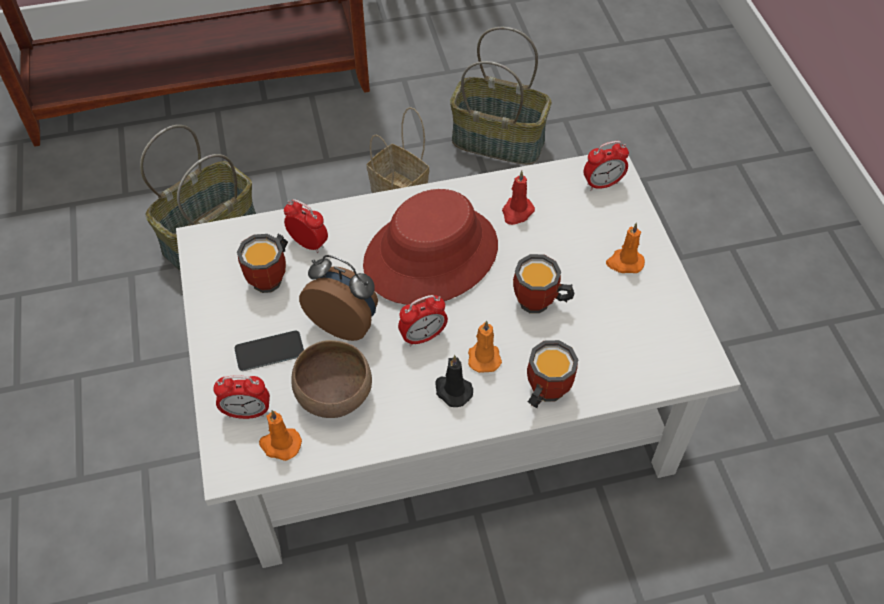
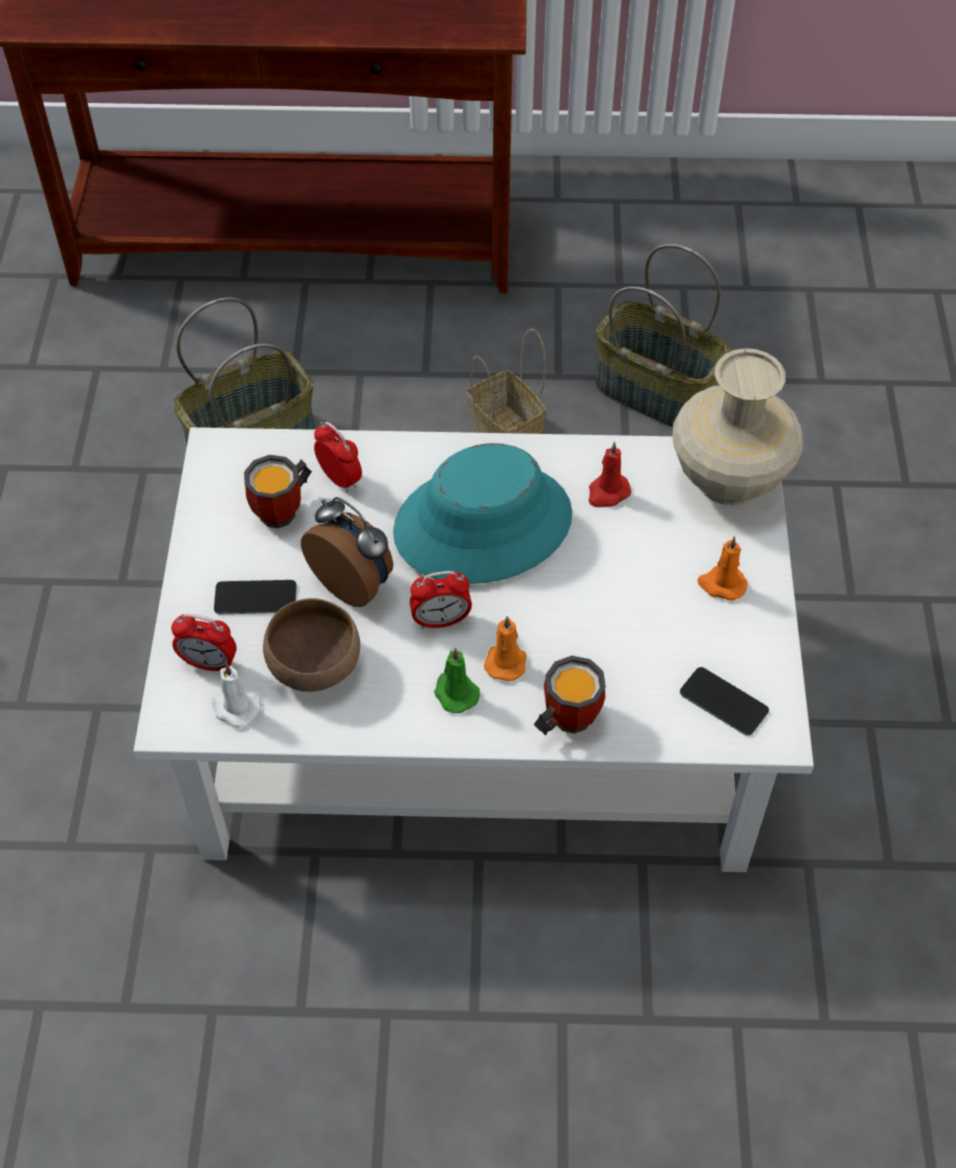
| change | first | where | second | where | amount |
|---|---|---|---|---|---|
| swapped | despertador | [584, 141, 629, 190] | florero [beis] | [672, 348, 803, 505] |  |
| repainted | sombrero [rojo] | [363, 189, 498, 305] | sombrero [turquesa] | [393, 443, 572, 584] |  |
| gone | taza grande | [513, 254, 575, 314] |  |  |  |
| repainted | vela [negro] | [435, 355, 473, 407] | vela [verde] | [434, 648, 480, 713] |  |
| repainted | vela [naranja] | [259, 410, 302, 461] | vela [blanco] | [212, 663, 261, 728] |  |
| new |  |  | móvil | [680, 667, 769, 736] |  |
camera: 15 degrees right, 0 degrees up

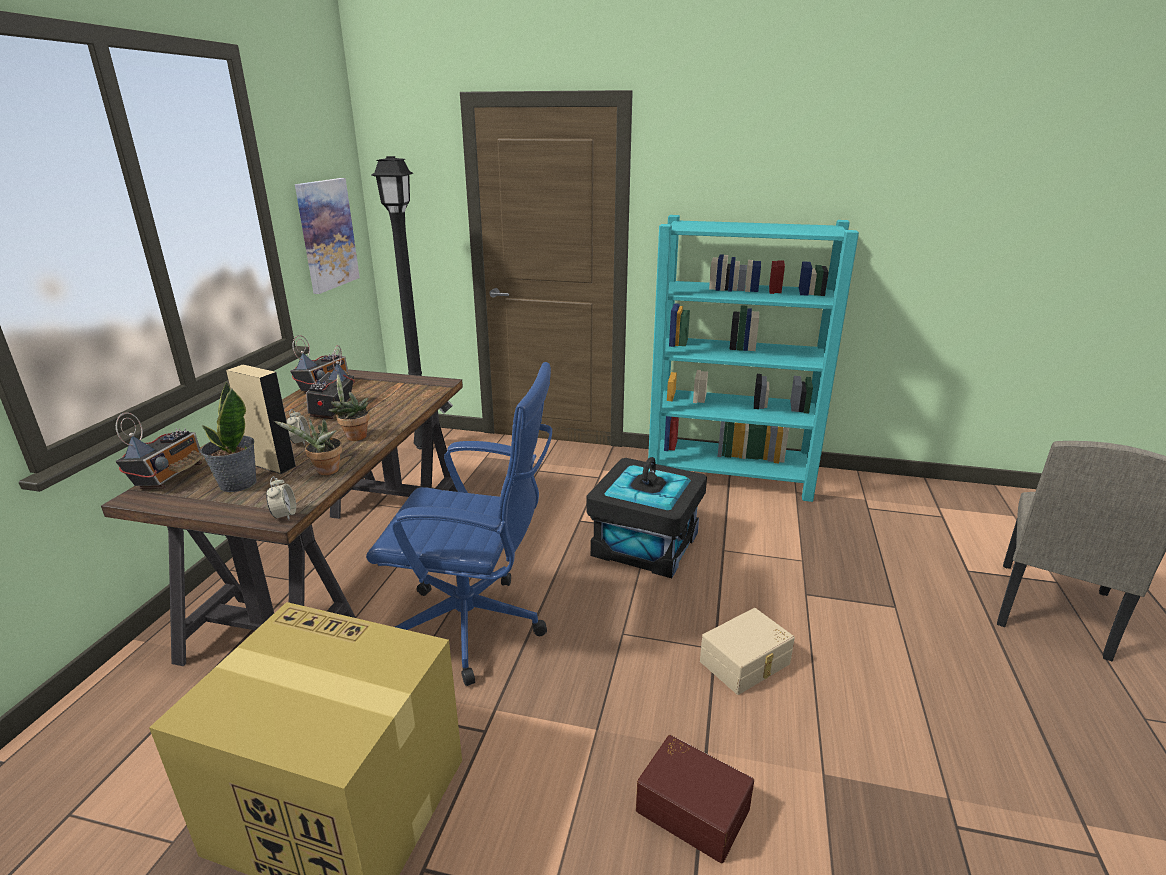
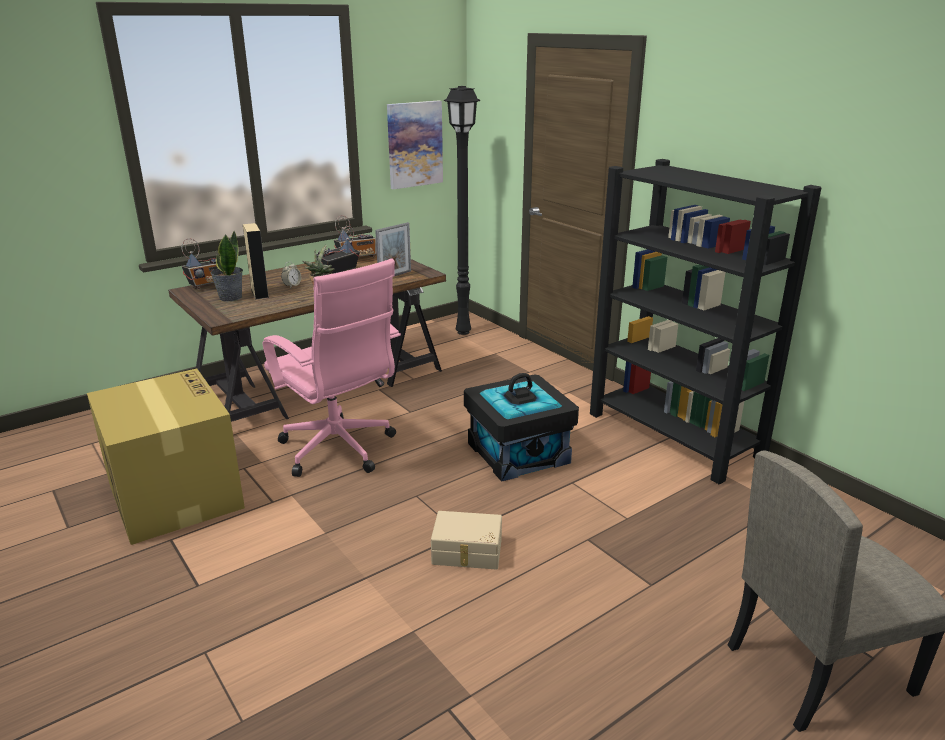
| change | first | where | second | where | amount |
|---|---|---|---|---|---|
| repainted | estantería [turquesa] | [648, 215, 859, 502] | estantería [negro] | [590, 159, 821, 484] |  |
| repainted | silla de oficina [azul] | [366, 362, 552, 686] | silla de oficina [rosa] | [263, 258, 401, 477] |  |
| gone | planta en maceta | [274, 418, 342, 475] |  |  |  |
| gone | despertador | [266, 476, 296, 520] |  |  |  |
| gone | caja de almacenaje [marrón] | [636, 735, 754, 863] |  |  |  |
| new |  |  | portarretratos | [375, 222, 411, 276] |  |
camera: 40 degrees right, 0 degrees up

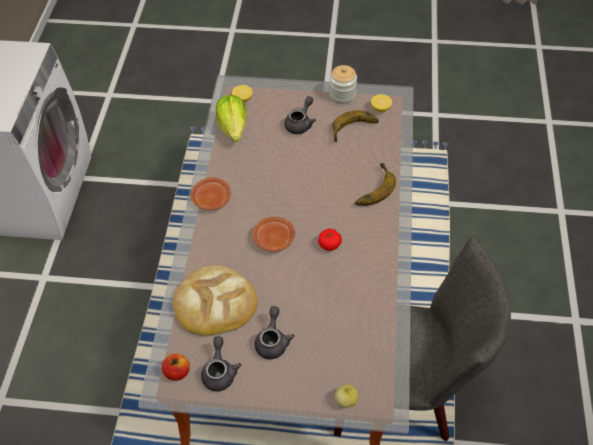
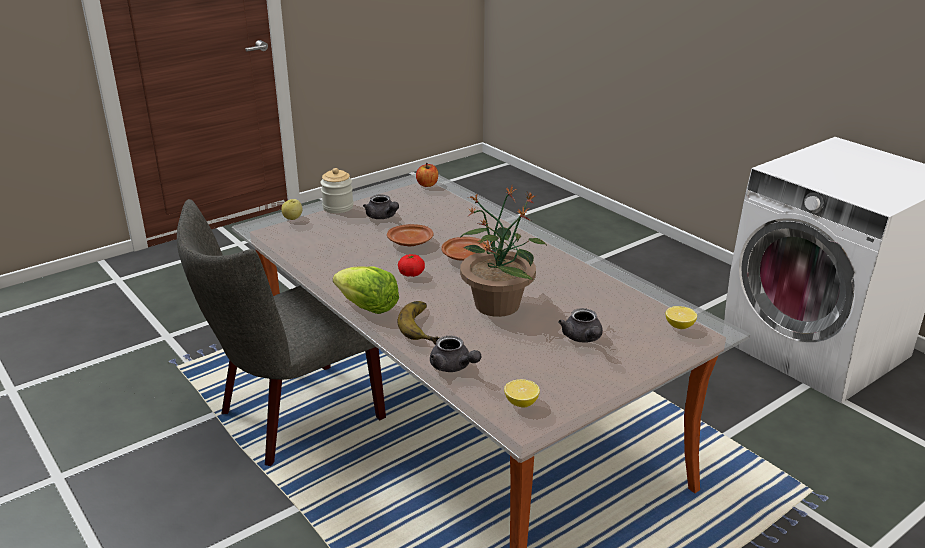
| change | first | where | second | where | amount |
|---|---|---|---|---|---|
| shifted | tarro | [330, 65, 357, 104] |  | [320, 168, 354, 213] |  |
| shifted | lechuga | [216, 95, 247, 142] |  | [333, 266, 399, 314] |  |
| gone | plátano | [333, 110, 379, 142] |  |  |  |
| shifted | plato [marrón] | [191, 177, 231, 210] |  | [387, 224, 433, 246] |  |
| gone | pan | [173, 265, 258, 336] |  |  |  |
| shifted | tetera [gris] | [201, 336, 241, 391] |  | [430, 336, 482, 372] |  |
| new |  |  | planta en maceta | [460, 186, 547, 317] |  |
camera: 135 degrees right, 25 degrees down

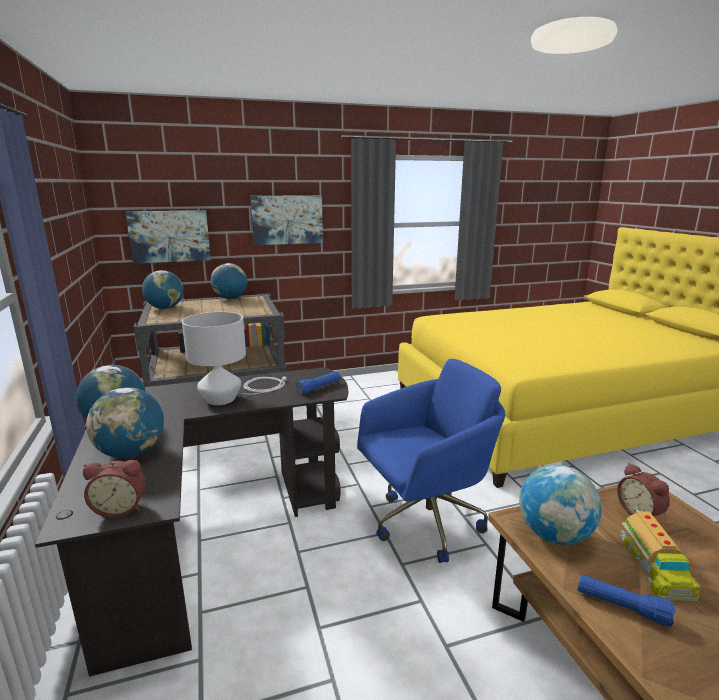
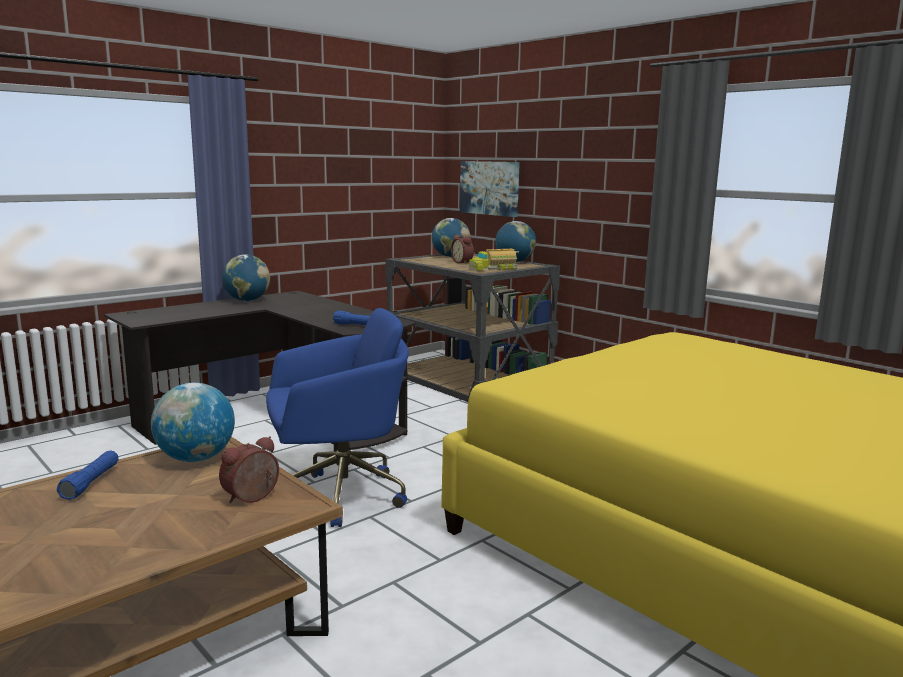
| change | first | where | second | where | amount |
|---|---|---|---|---|---|
| gone | cuadro | [250, 195, 323, 245] |  |  |  |
| gone | lámpara de mesa [blanco] | [182, 312, 287, 405] |  |  |  |
| rotated | silla de oficina [azul] | [357, 359, 505, 563] |  | [266, 308, 408, 527] | 60 degrees counterclockwise |
| gone | globo terráqueo | [86, 388, 164, 458] |  |  |  |
| shifted | despertador | [83, 460, 146, 518] |  | [451, 235, 474, 264] |  |
| shifted | camión de juguete | [620, 508, 703, 601] |  | [469, 249, 519, 271] |  |
camera: 65 degrees right, 5 degrees down

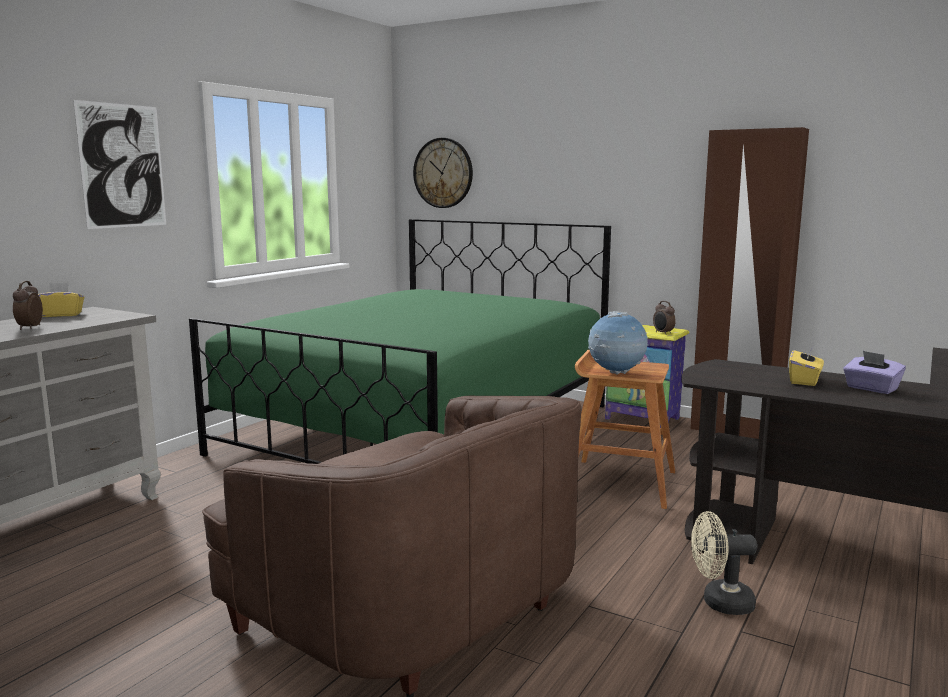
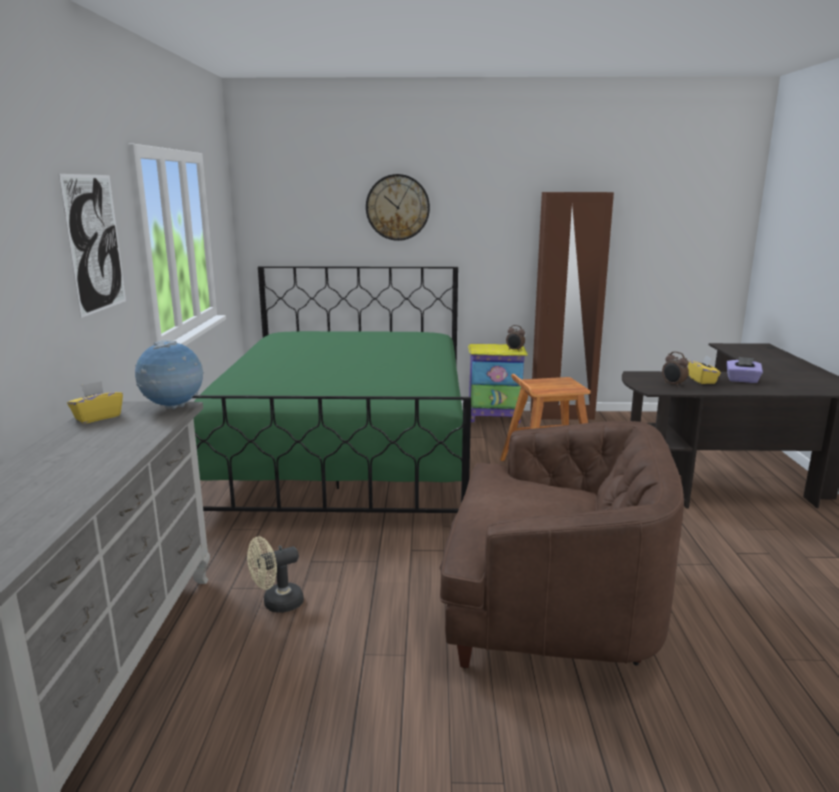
| change | first | where | second | where | amount |
|---|---|---|---|---|---|
| shifted | reloj de pared | [413, 138, 473, 208] |  | [366, 174, 430, 241] |  |
| shifted | despertador | [13, 281, 43, 330] |  | [662, 352, 689, 387] |  |
| shifted | globo terráqueo | [588, 311, 648, 374] |  | [135, 340, 204, 409] |  |
| shifted | ventilador [beis] | [691, 511, 757, 615] |  | [247, 537, 304, 613] |  |
camera: 30 degrees left, 5 degrees up

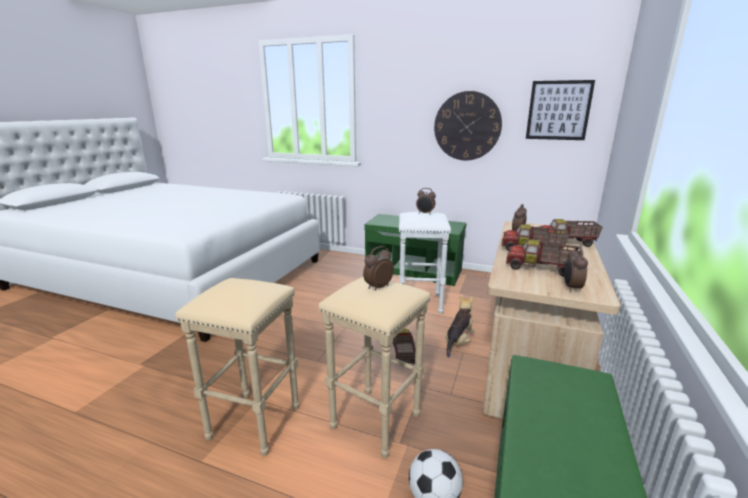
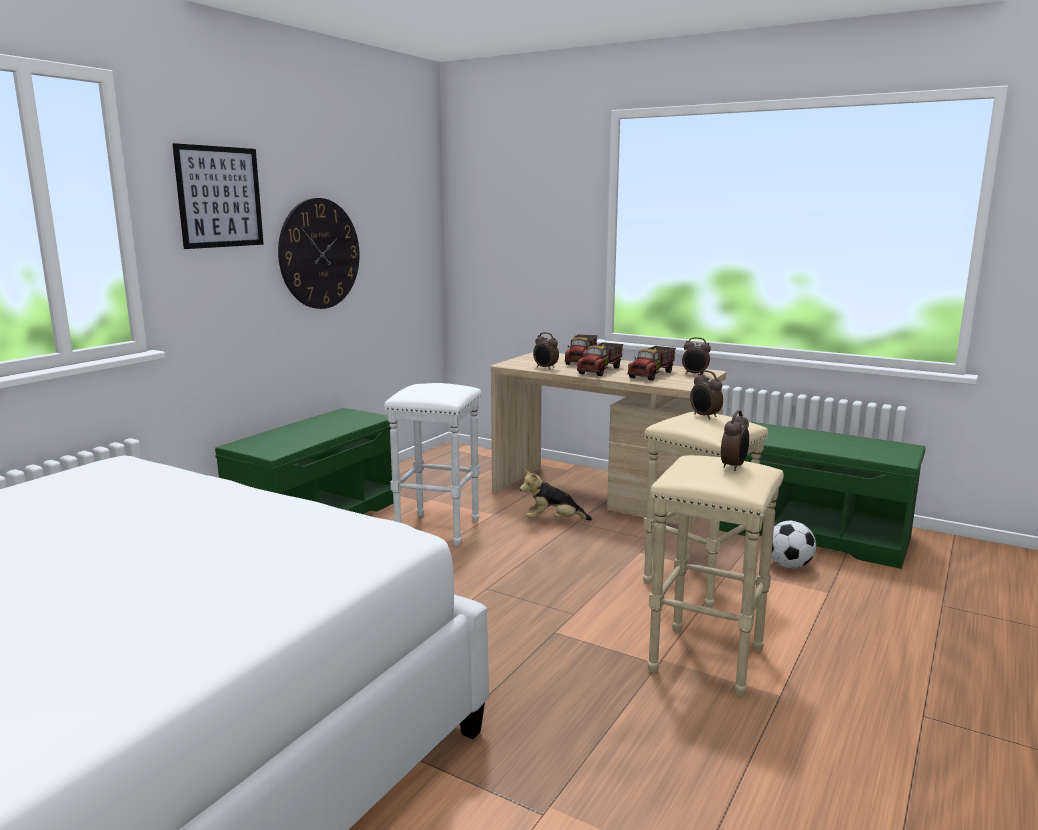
| change | first | where | second | where | amount |
|---|---|---|---|---|---|
| shifted | cuadro | [526, 80, 595, 140] |  | [172, 143, 264, 249] |  |
| shifted | despertador | [416, 188, 436, 215] |  | [721, 410, 749, 471] |  |
| rotated | peluche | [445, 296, 475, 358] |  | [520, 470, 592, 520] | 45 degrees counterclockwise |
| gone | camión de juguete | [392, 329, 416, 364] |  |  |  |
camera: 80 degrees left, 5 degrees down

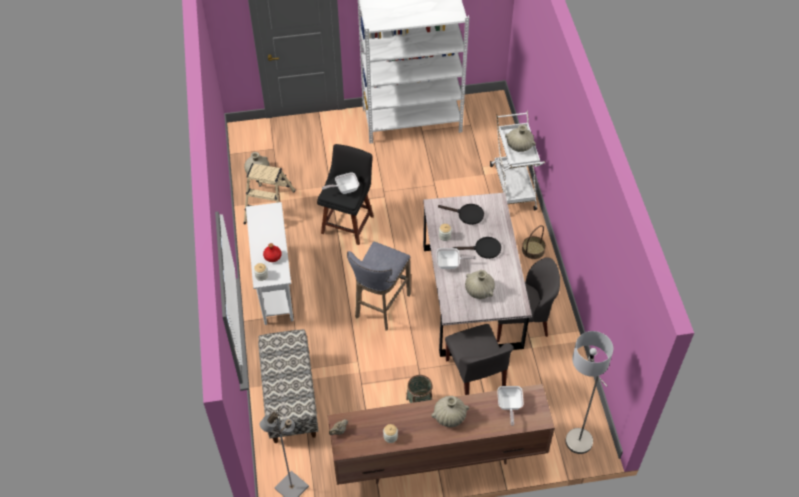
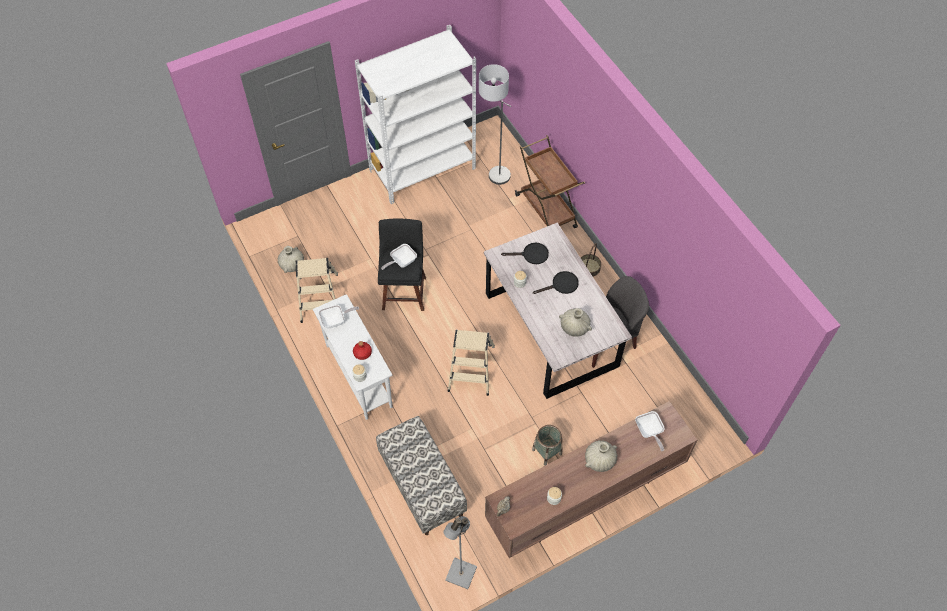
| change | first | where | second | where | amount |
|---|---|---|---|---|---|
| repainted | carrito [blanco] | [490, 111, 545, 210] | carrito [marrón] | [515, 135, 585, 228] |  |
| gone | florero [beis] | [505, 124, 536, 152] |  |  |  |
| swapped | taburete [gris] | [347, 241, 411, 330] | escalera de tijera [beis] | [448, 330, 495, 396] |  |
| shifted | sartén | [436, 248, 476, 269] |  | [319, 304, 359, 329] |  |
| gone | silla [gris] | [445, 324, 514, 395] |  |  |  |
| shifted | lámpara de pie [gris] | [566, 331, 613, 454] |  | [479, 64, 512, 185] |  |
camera: 20 degrees left, 5 degrees up

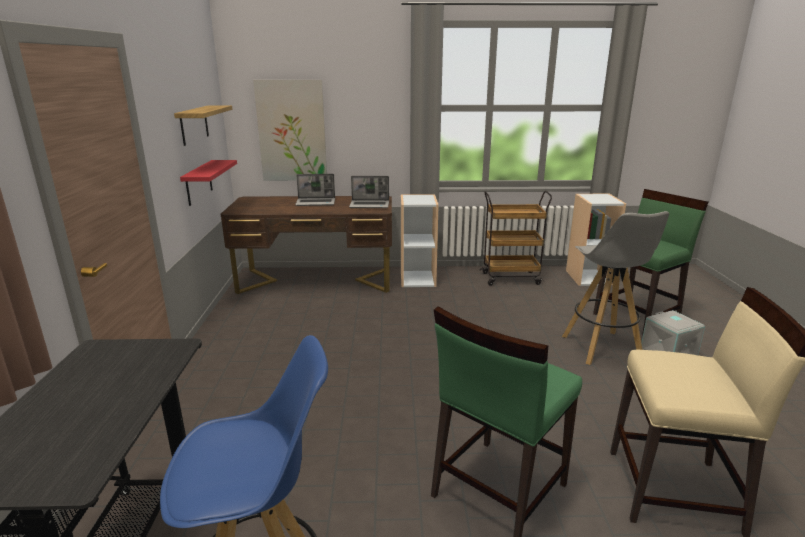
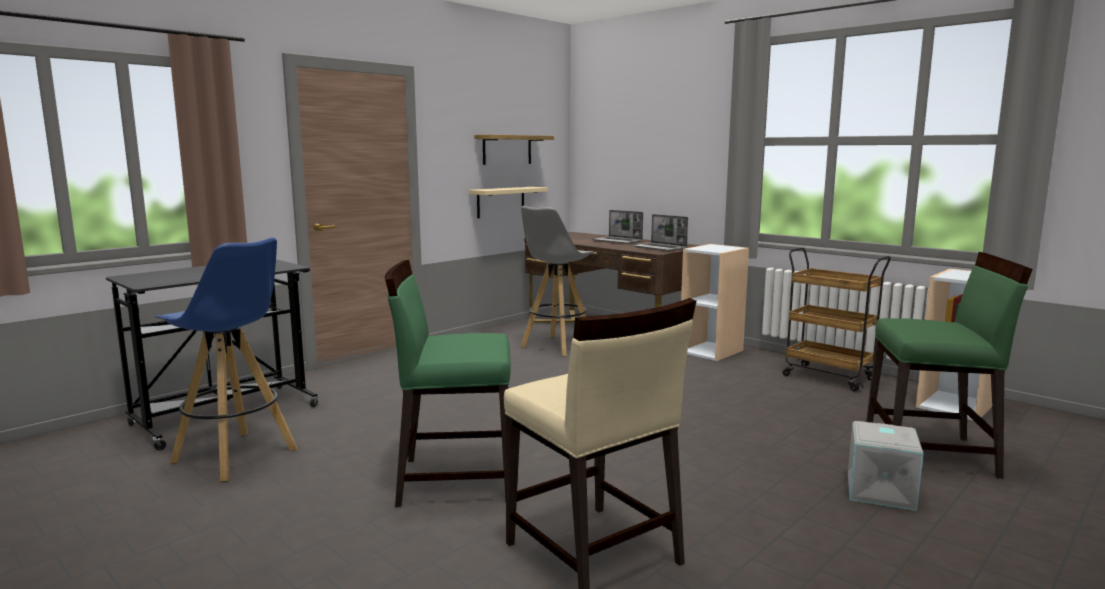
| change | first | where | second | where | amount |
|---|---|---|---|---|---|
| gone | cuadro | [253, 80, 327, 181] |  |  |  |
| repainted | estante [rojo] | [180, 160, 237, 206] | estante [beis] | [468, 187, 548, 218] |  |
| shifted | taburete [gris] | [562, 211, 669, 365] |  | [521, 206, 594, 357] |  |
camera: 45 degrees right, 10 degrees down

